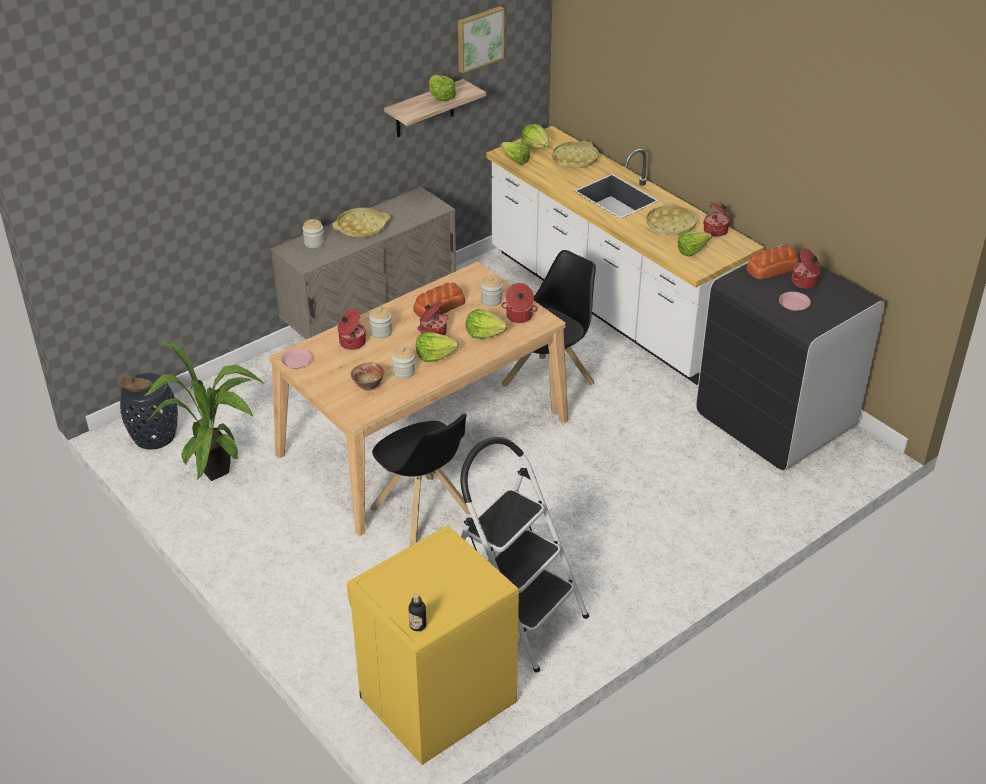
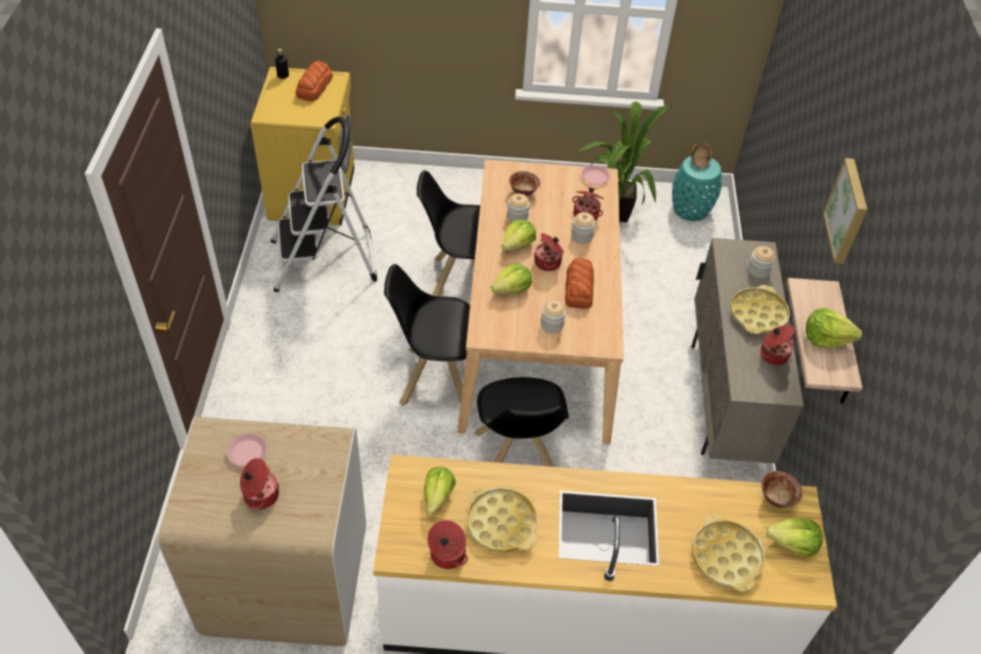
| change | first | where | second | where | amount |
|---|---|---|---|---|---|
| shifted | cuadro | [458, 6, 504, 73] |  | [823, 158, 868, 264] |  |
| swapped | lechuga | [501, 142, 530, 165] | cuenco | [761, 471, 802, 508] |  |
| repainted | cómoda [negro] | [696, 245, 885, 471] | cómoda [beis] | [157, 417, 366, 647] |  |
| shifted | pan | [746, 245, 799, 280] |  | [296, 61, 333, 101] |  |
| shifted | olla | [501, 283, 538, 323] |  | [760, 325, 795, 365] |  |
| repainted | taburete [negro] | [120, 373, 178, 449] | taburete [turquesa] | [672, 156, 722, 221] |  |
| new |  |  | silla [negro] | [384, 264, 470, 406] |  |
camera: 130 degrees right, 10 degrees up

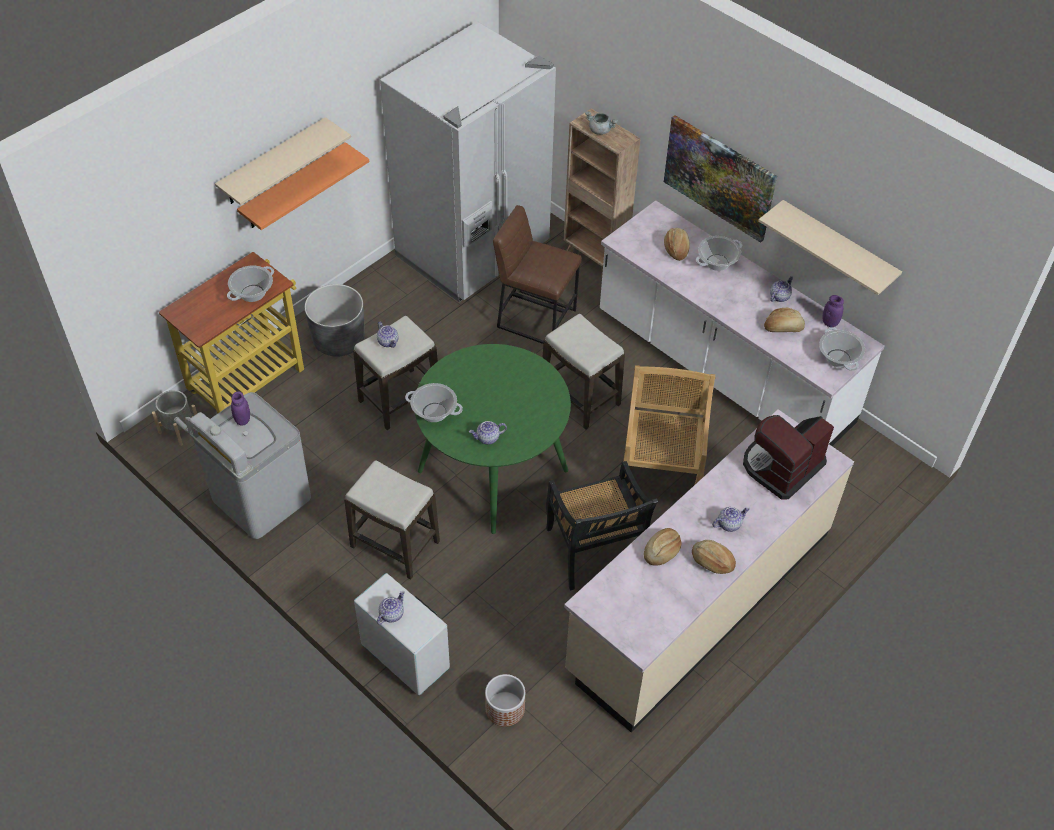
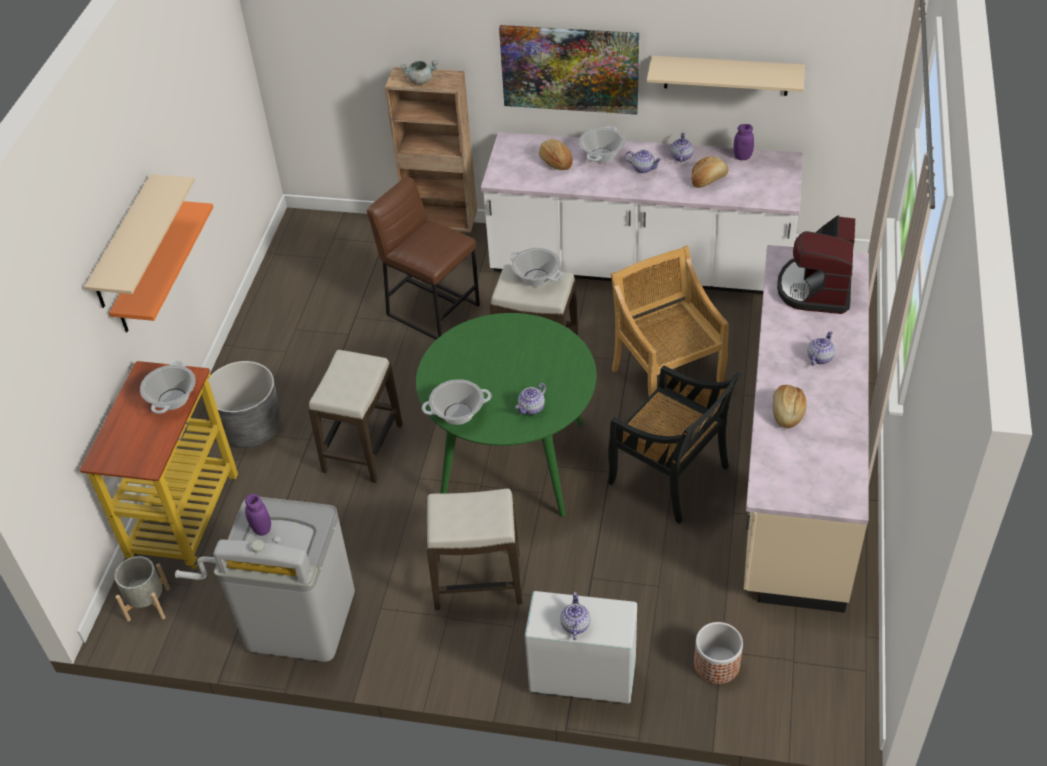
| change | first | where | second | where | amount |
|---|---|---|---|---|---|
| gone | nevera [blanco] | [380, 21, 556, 302] |  |  |  |
| rotated | silla [marrón] | [493, 205, 582, 344] |  | [367, 176, 480, 340] | 45 degrees clockwise |
| shifted | tetera | [377, 322, 398, 348] |  | [625, 150, 662, 173] |  |
| shifted | olla | [819, 327, 865, 371] |  | [510, 248, 563, 286] |  |
| gone | pan | [692, 540, 736, 574] |  |  |  |
camera: 30 degrees left, 5 degrees down

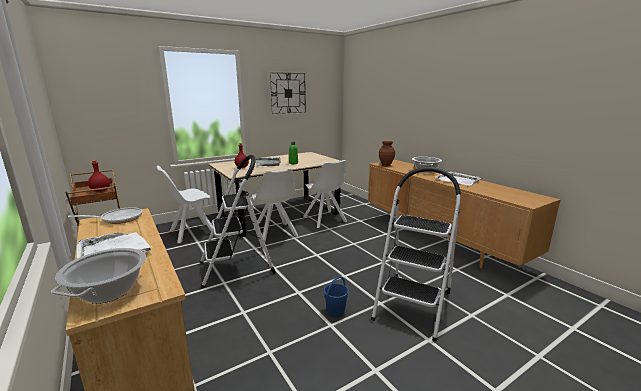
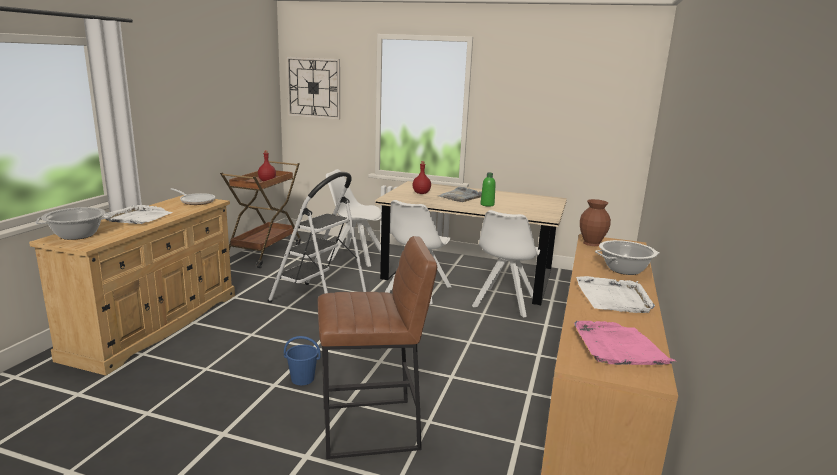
| change | first | where | second | where | amount |
|---|---|---|---|---|---|
| shifted | reloj de pared | [268, 71, 307, 116] |  | [286, 57, 340, 120] |  |
| swapped | escalera de tijera | [371, 167, 461, 341] | taburete [marrón] | [318, 236, 437, 459] |  |
| new |  |  | bandeja [rosa] | [574, 321, 676, 365] |  |
camera: 50 degrees right, 0 degrees up

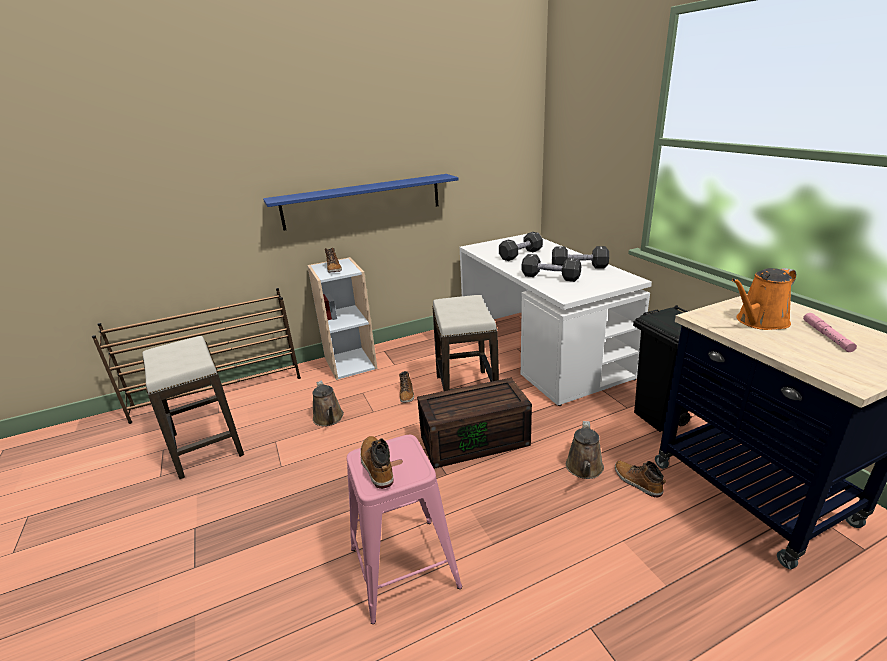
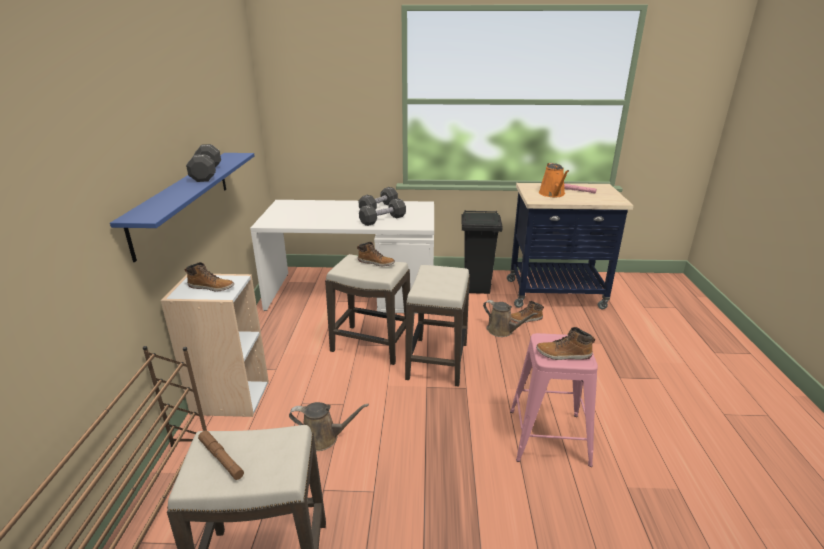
| change | first | where | second | where | amount |
|---|---|---|---|---|---|
| shifted | mancuerna [negro] | [499, 232, 543, 261] |  | [186, 144, 221, 182] |  |
| shifted | bota | [399, 371, 414, 403] |  | [357, 242, 395, 266] |  |
| swapped | caja de almacenaje [marrón] | [417, 378, 532, 469] | taburete | [405, 265, 470, 387] |  |
| new |  |  | linterna [marrón] | [198, 430, 244, 480] |  |
camera: 65 degrees left, 0 degrees up

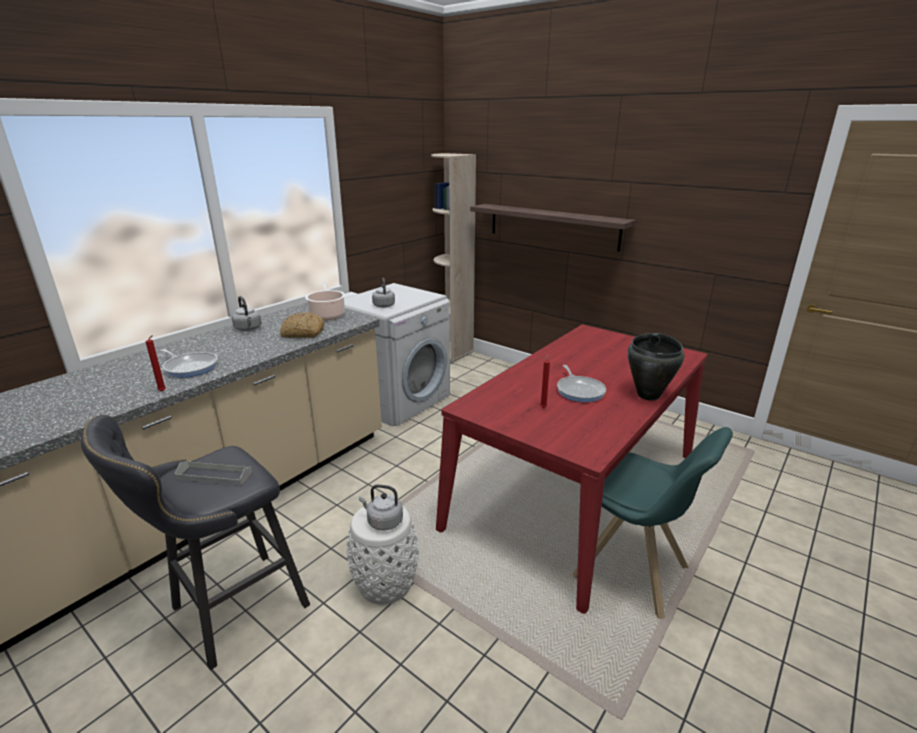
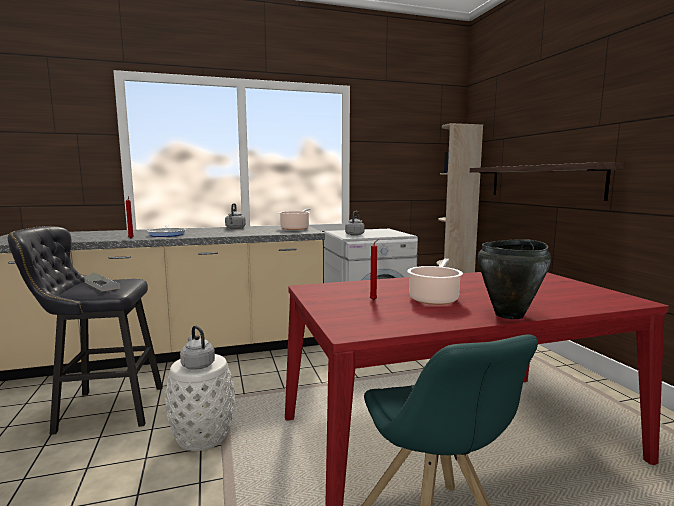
| change | first | where | second | where | amount |
|---|---|---|---|---|---|
| gone | pan | [280, 312, 325, 338] |  |  |  |
| swapped | sartén | [557, 365, 606, 402] | olla | [407, 259, 463, 305] |  |
camera: 35 degrees right, 15 degrees down

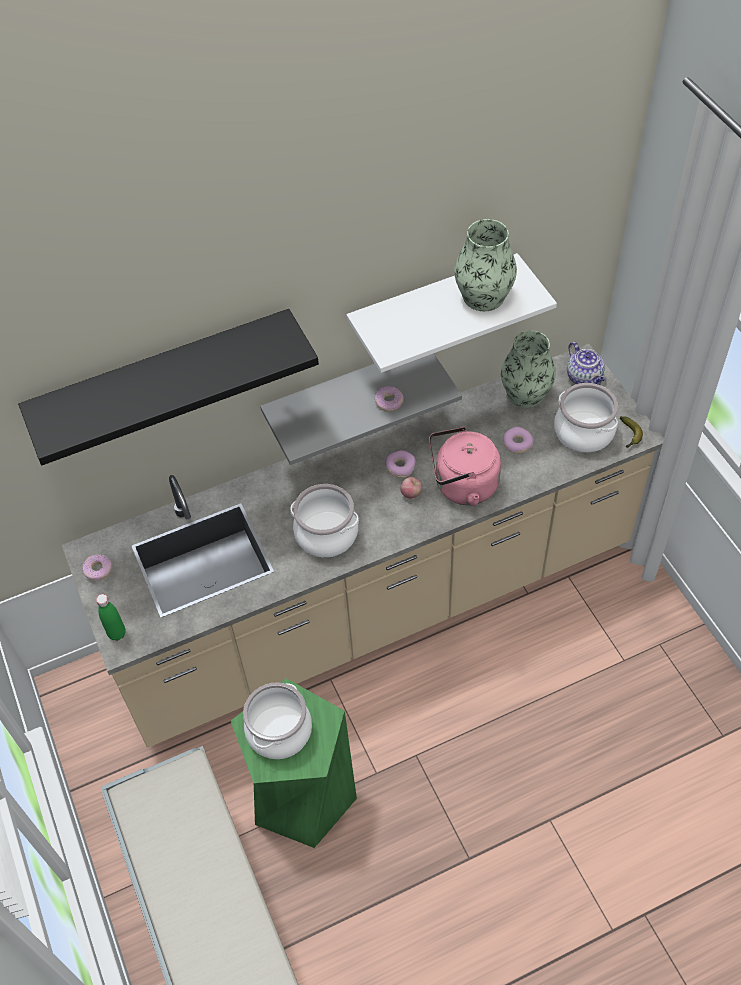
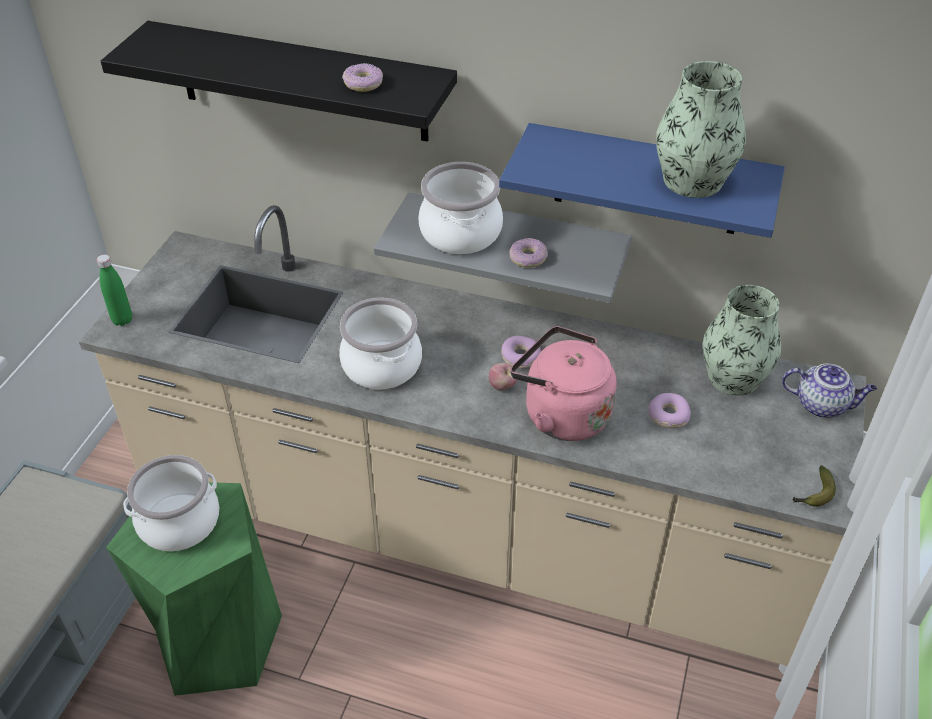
| change | first | where | second | where | amount |
|---|---|---|---|---|---|
| repainted | estante [blanco] | [346, 253, 557, 373] | estante [azul] | [499, 123, 785, 238] |  |
| rotated | tetera | [567, 342, 605, 385] |  | [782, 363, 877, 418] | 90 degrees counterclockwise |
| shifted | olla | [554, 383, 618, 452] |  | [419, 162, 503, 254] |  |
| shifted | rosquilla | [82, 555, 113, 581] |  | [342, 63, 383, 92] |  |
camera: 40 degrees right, 10 degrees down

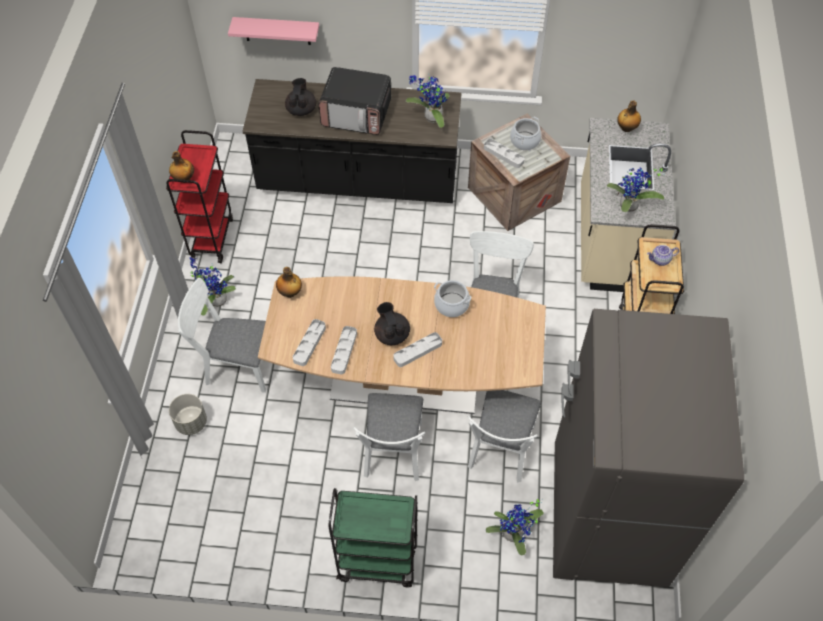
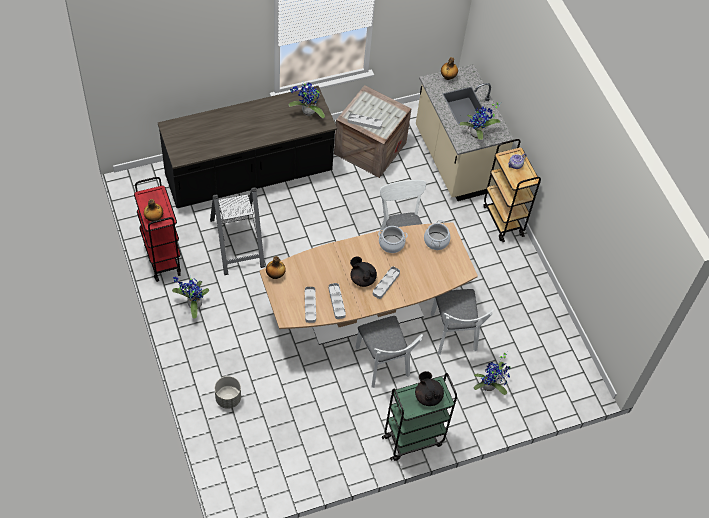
| change | first | where | second | where | amount |
|---|---|---|---|---|---|
| gone | estante [rosa] | [228, 17, 319, 45] |  |  |  |
| gone | microondas | [318, 67, 391, 135] |  |  |  |
| shifted | tetera [negro] | [285, 78, 316, 116] |  | [415, 371, 444, 406] |  |
| shifted | olla | [510, 117, 542, 150] |  | [424, 220, 451, 250] |  |
| gone | silla [blanco] | [178, 278, 266, 393] |  |  |  |
| gone | nevera [gris] | [553, 309, 744, 588] |  |  |  |
| new |  |  | escalera de tijera [gris] | [210, 187, 265, 275] |  |
camera: 30 degrees left, 0 degrees up

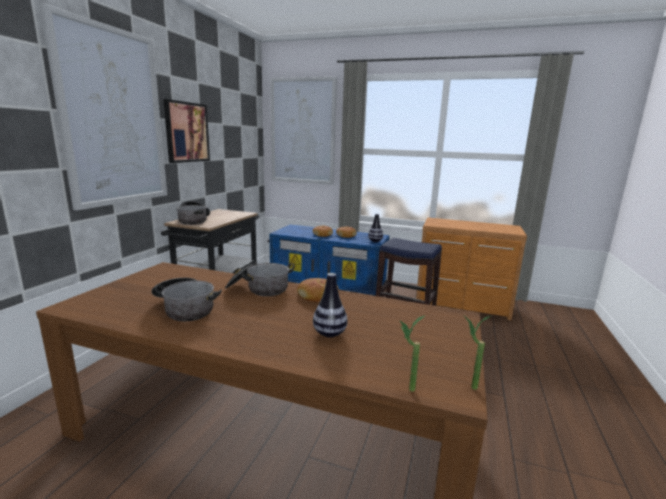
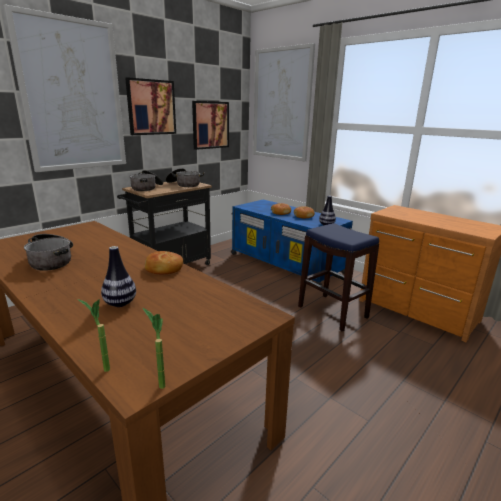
| change | first | where | second | where | amount |
|---|---|---|---|---|---|
| shifted | olla | [225, 262, 295, 296] |  | [165, 168, 205, 187] |  |
| new |  |  | cuadro | [192, 101, 229, 150] |  |
camera: 25 degrees right, 5 degrees up

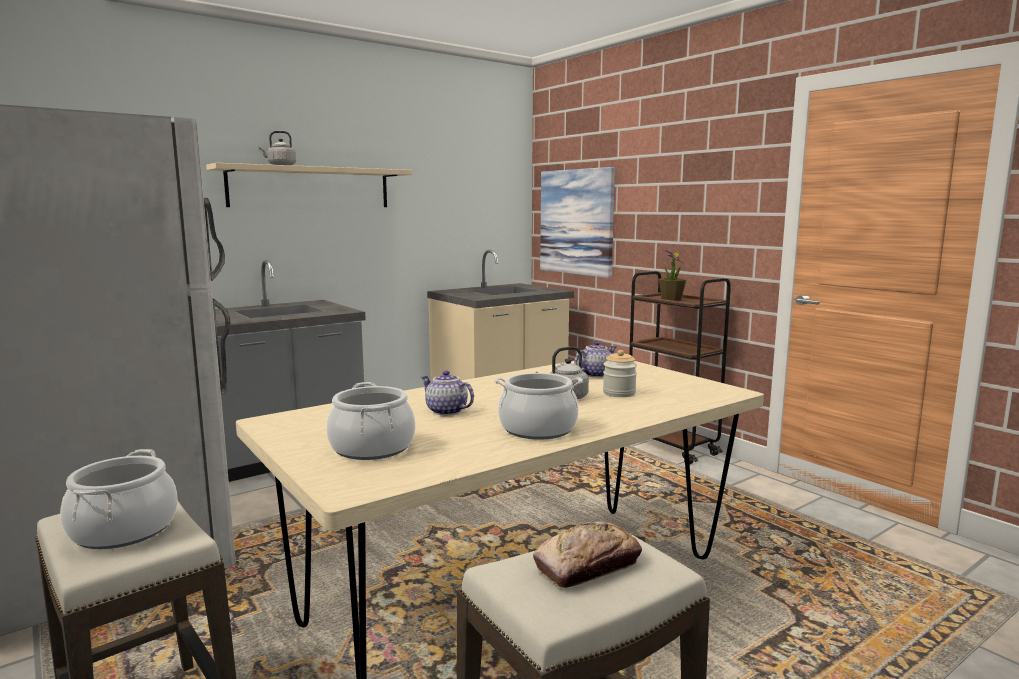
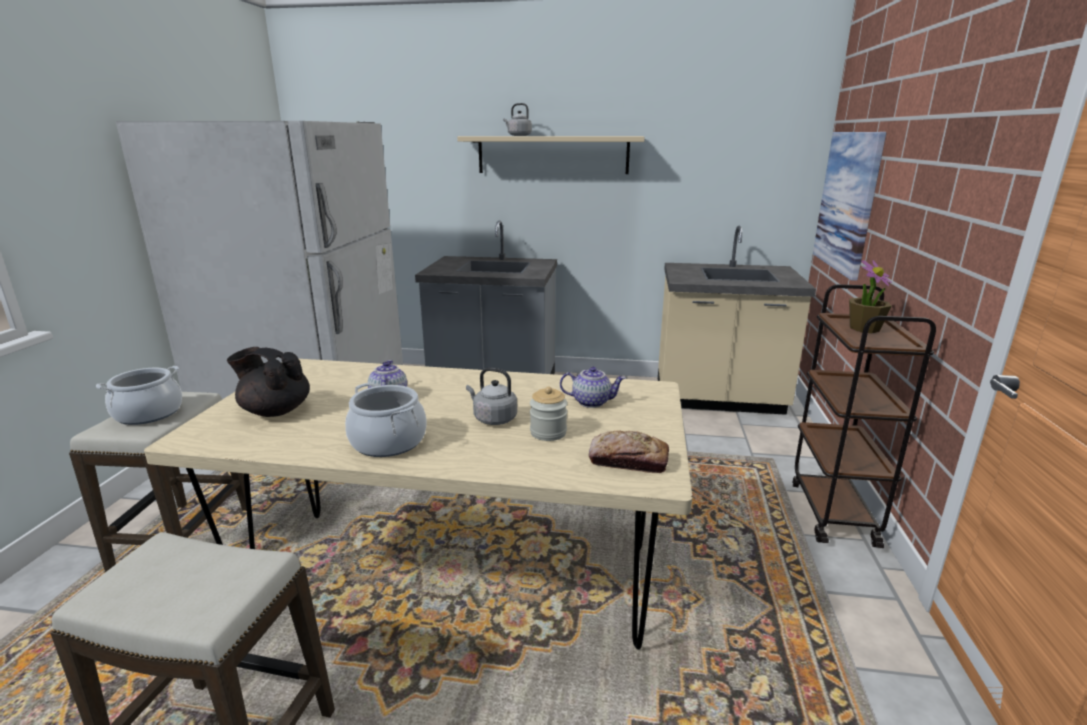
| change | first | where | second | where | amount |
|---|---|---|---|---|---|
| swapped | olla | [326, 382, 415, 460] | tetera [negro] | [227, 347, 310, 417] |  |
| shifted | pan | [533, 521, 642, 588] |  | [589, 431, 669, 473] |  |
camera: 45 degrees right, 10 degrees up

